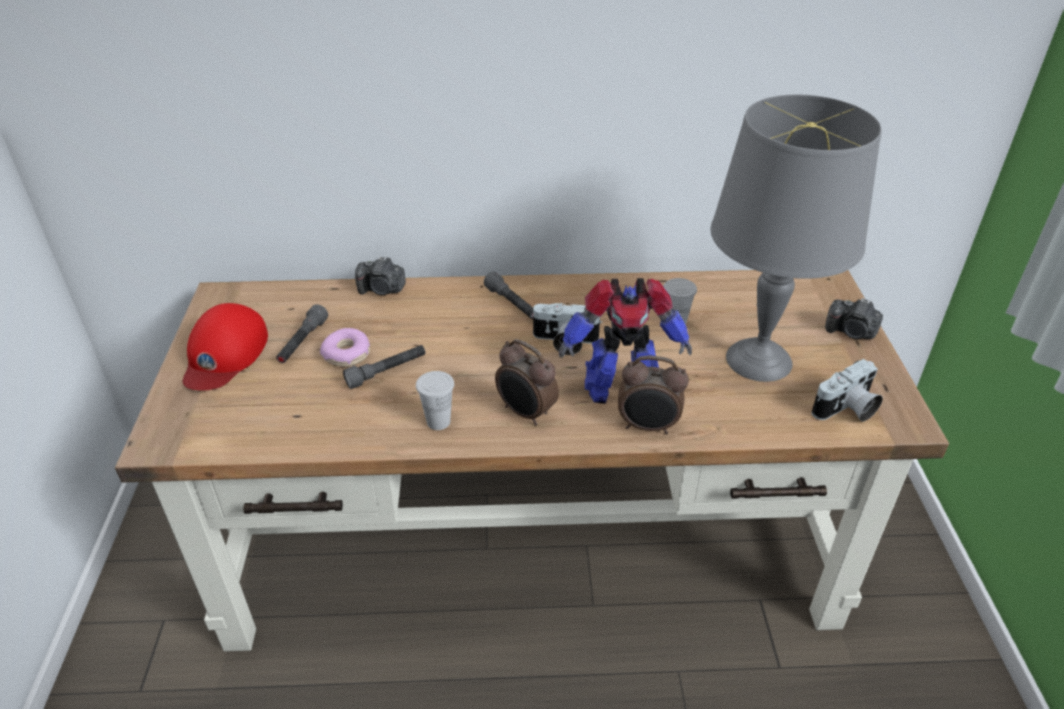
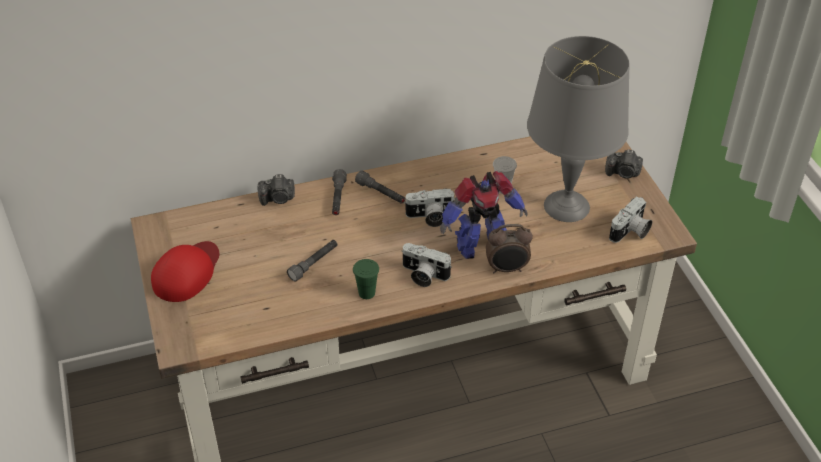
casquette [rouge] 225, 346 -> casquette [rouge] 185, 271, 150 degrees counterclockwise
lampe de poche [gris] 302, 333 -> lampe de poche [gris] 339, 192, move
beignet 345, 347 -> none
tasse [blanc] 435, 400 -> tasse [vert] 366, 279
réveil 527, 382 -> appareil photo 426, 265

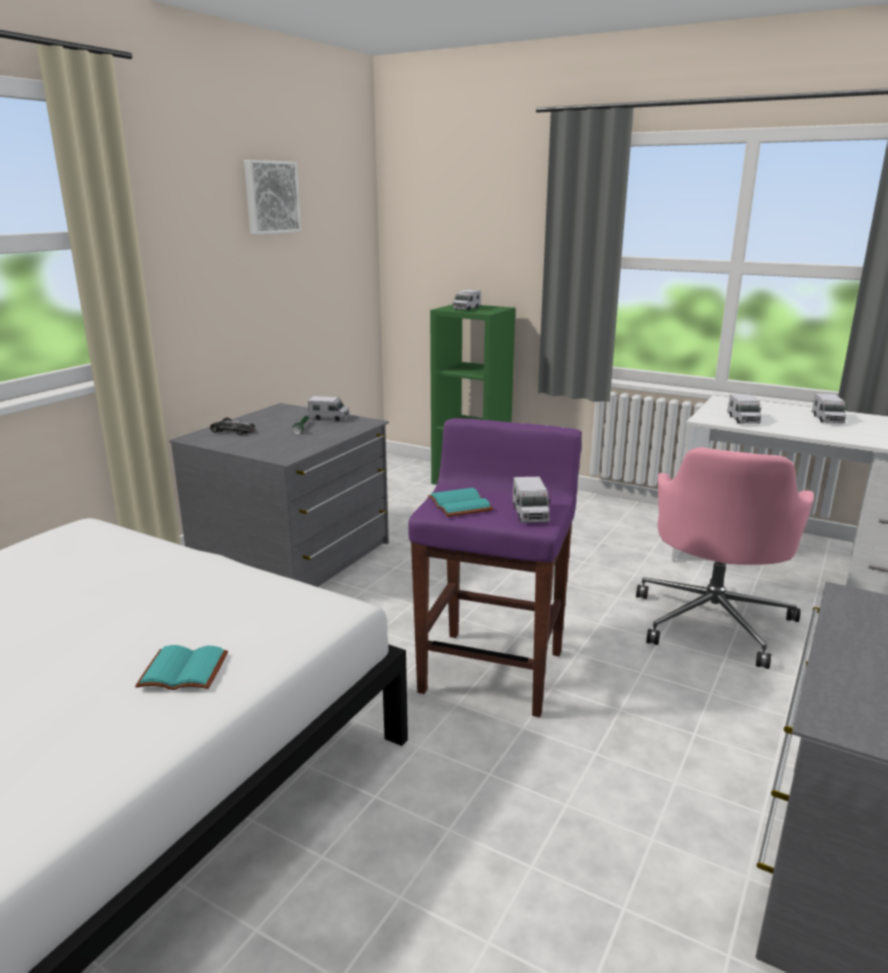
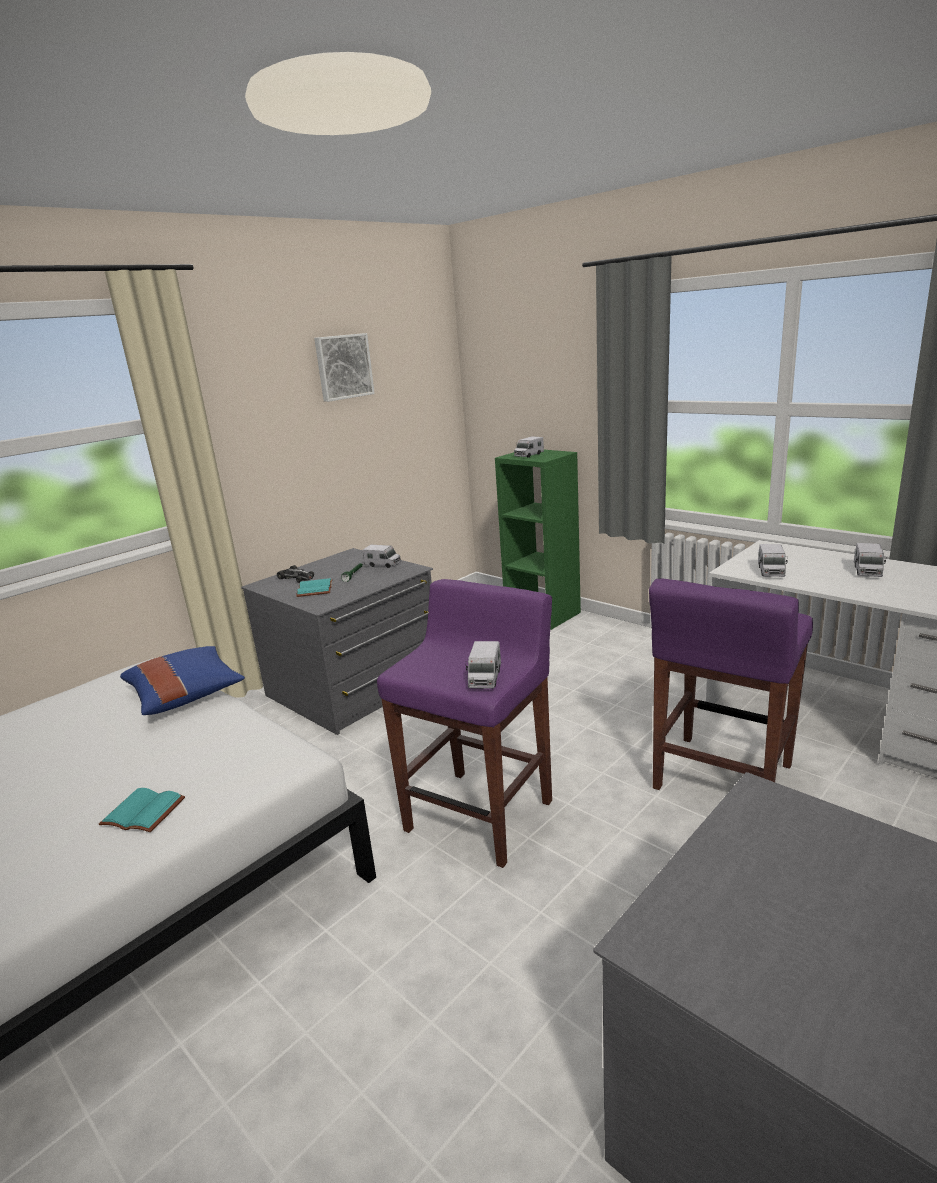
livre [turquoise] 460, 502 -> livre [turquoise] 314, 587, move
chaise de bureau [rose] 725, 558 -> tabouret [violet] 731, 684
none -> coussin [bleu] 182, 680

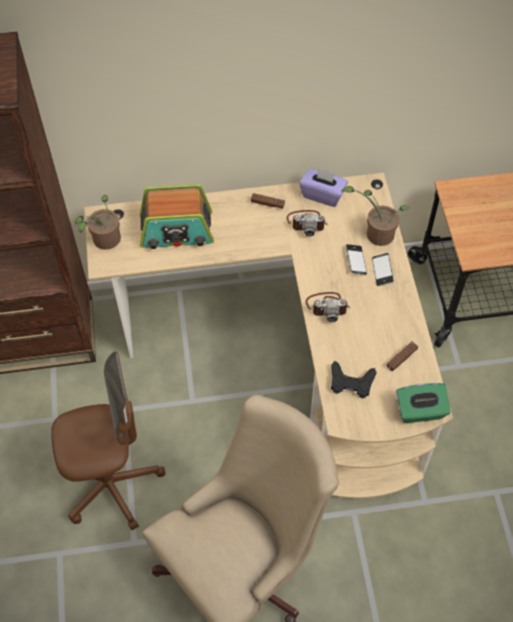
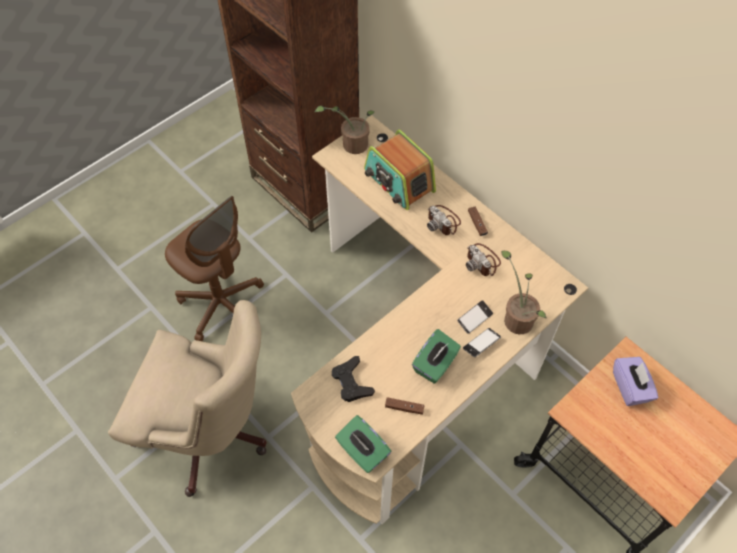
boîte à mouchoirs [violet] 324, 187 -> boîte à mouchoirs [violet] 635, 381, move
appareil photo 328, 307 -> appareil photo 444, 220, move
none -> boîte à mouchoirs [vert] 436, 356

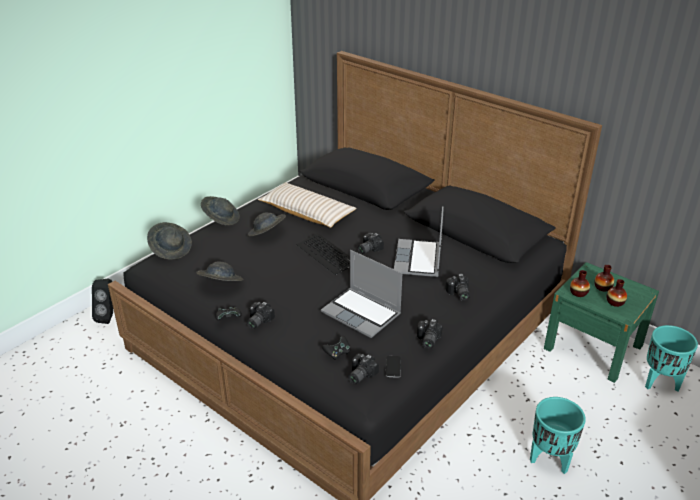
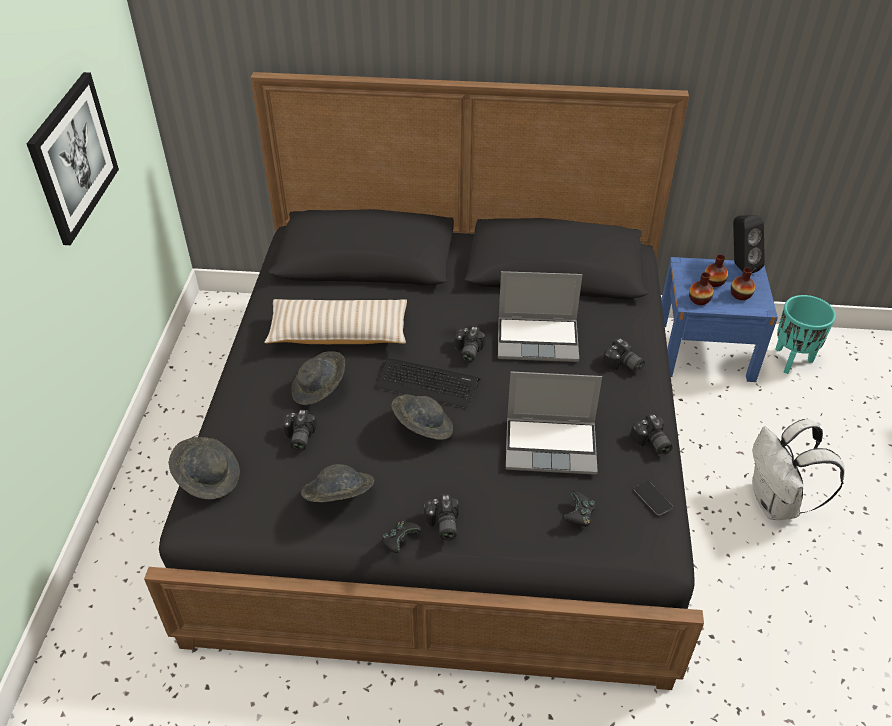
enceinte [noir] 102, 301 -> enceinte [noir] 749, 244, move
chapeau [gris] 220, 210 -> chapeau [gris] 422, 417, move
appareil photo 363, 369 -> appareil photo 299, 430, move
ordinateur portable 419, 241 -> ordinateur portable 540, 316, 60 degrees counterclockwise
cache-pot [turquoise] 558, 435 -> sac à dos [blanc] 798, 469
table de chevet [vert] 601, 322 -> table de chevet [bleu] 719, 319
none -> tableau 73, 158

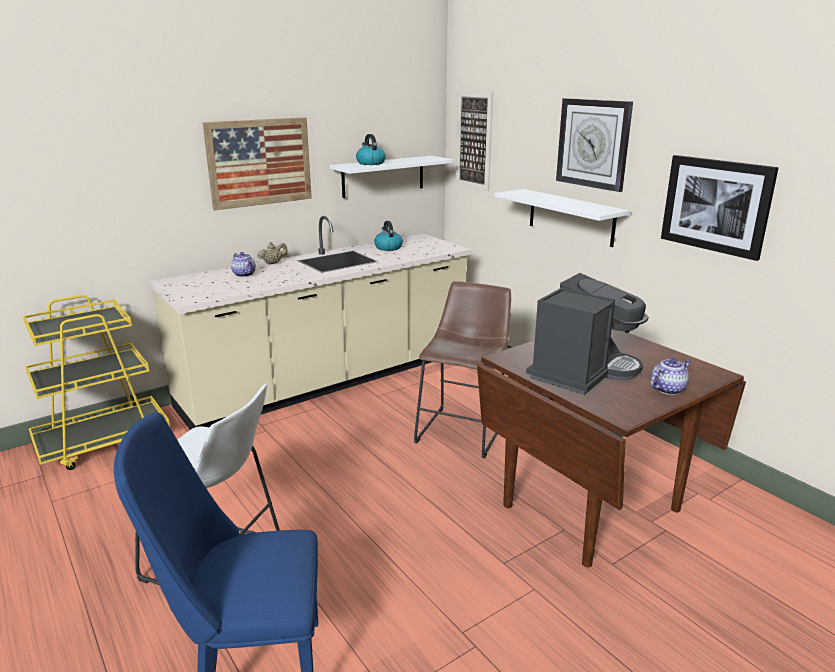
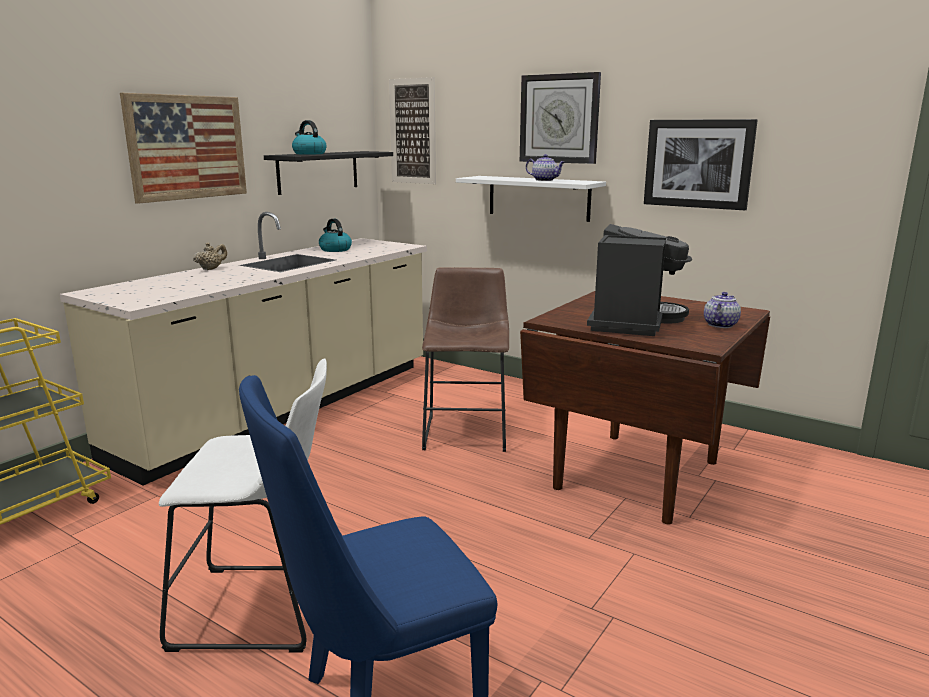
théière 243, 264 -> théière 545, 167, move
étagère [blanc] 391, 177 -> étagère [noir] 328, 173

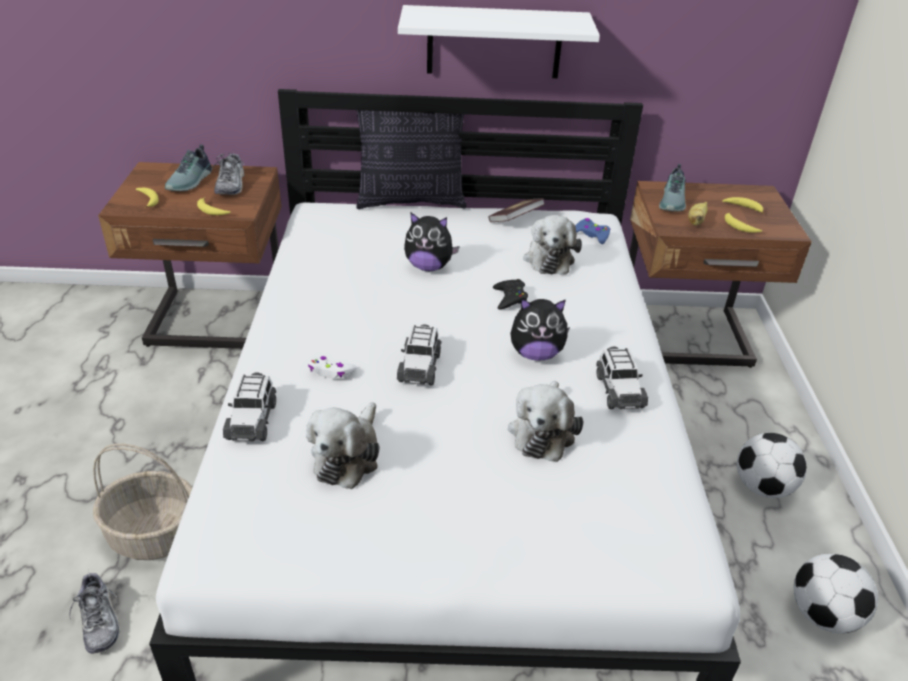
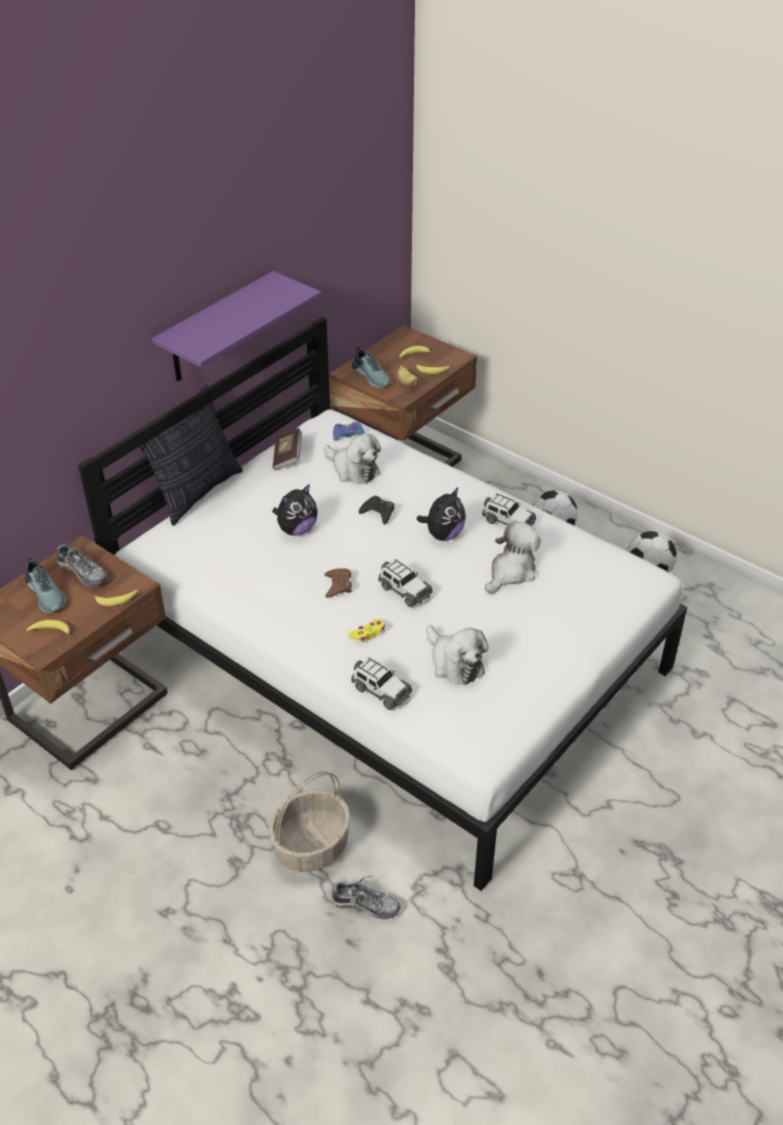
manette [blanc] 332, 367 -> manette [jaune] 366, 630
étagère [blanc] 499, 41 -> étagère [violet] 236, 326
peluche 546, 421 -> peluche 513, 557, 105 degrees counterclockwise
none -> manette [marron] 338, 583

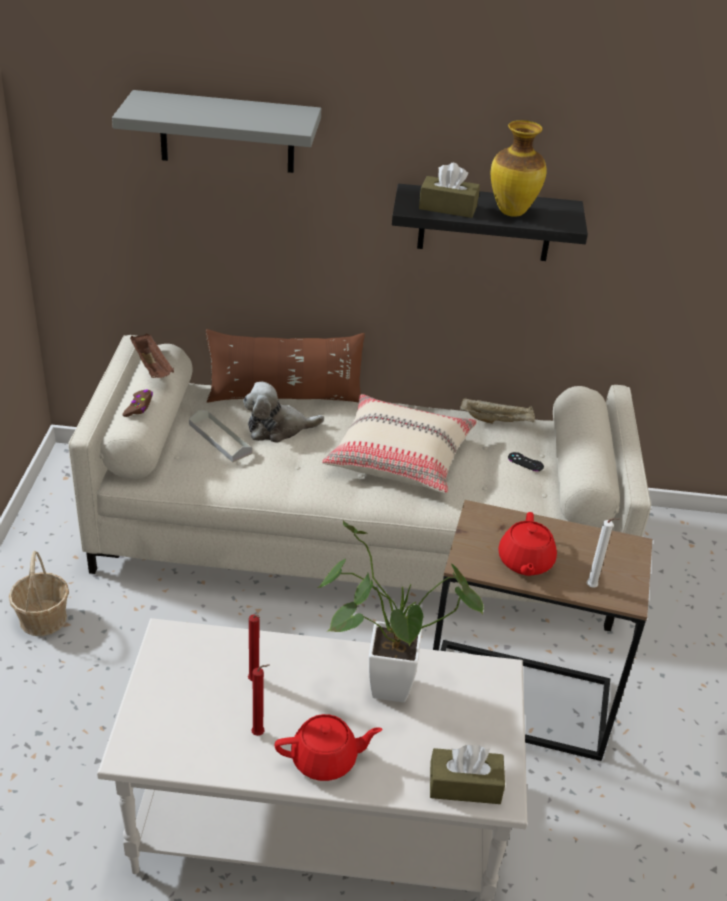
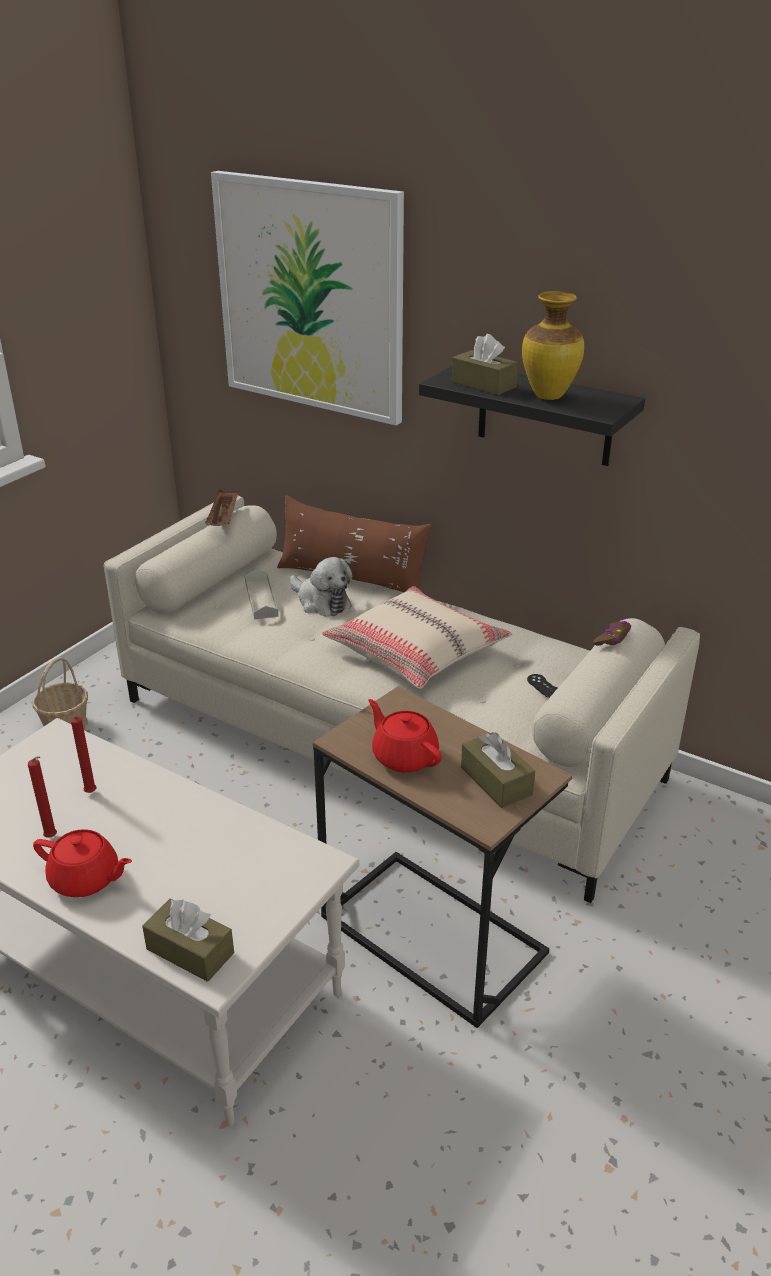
étagère [gris] 216, 131 -> tableau 307, 298
manette [marron] 138, 403 -> manette [marron] 612, 633, move
peluche 283, 412 -> peluche 321, 587, 150 degrees counterclockwise
plante en pot 401, 611 -> none
plateau [beige] 497, 411 -> none
théière [rouge] 527, 544 -> théière [rouge] 405, 736, 105 degrees clockwise
bougie [blanc] 603, 553 -> none
none -> boîte à mouchoirs [marron] 498, 770

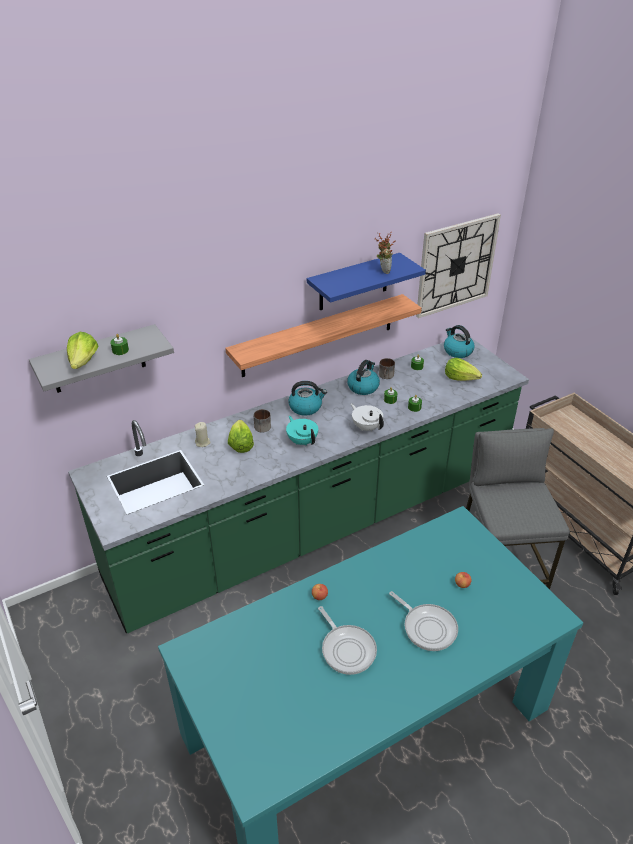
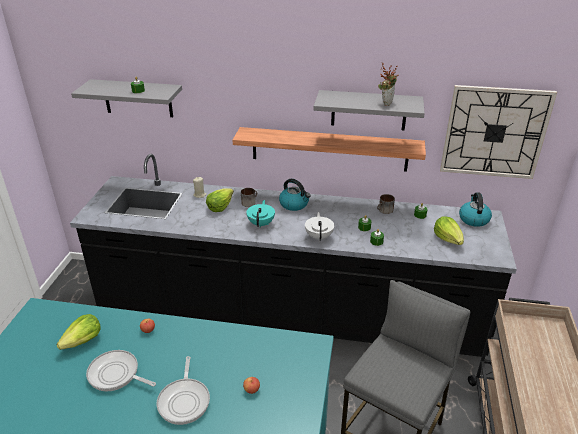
laitue 83, 350 -> laitue 78, 332, move
comptoir de cuisine [vert] 298, 485 -> comptoir de cuisine [noir] 293, 255
étagère [bleu] 366, 281 -> étagère [gris] 369, 110
poêle 347, 640 -> poêle 121, 370, 105 degrees clockwise
bouilloire 363, 377 -> none

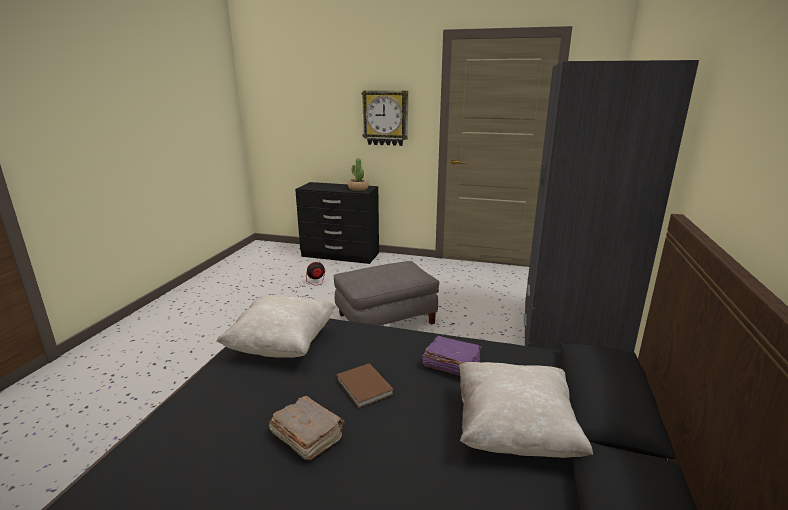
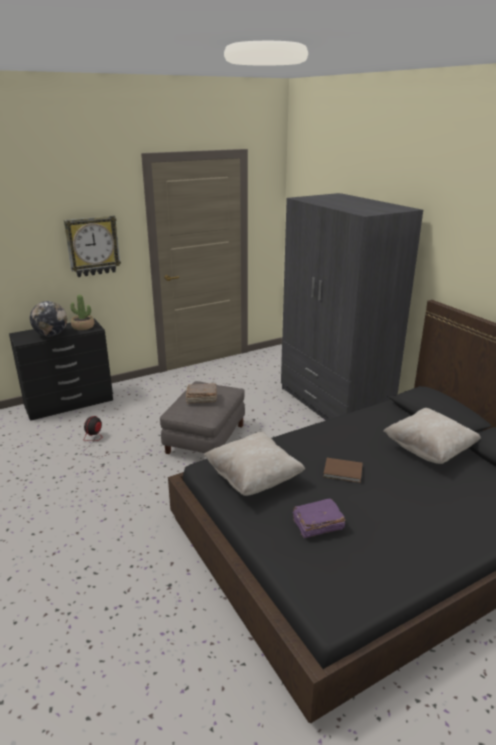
livre [marron] 307, 428 -> livre [marron] 201, 393, move
livre [violet] 452, 356 -> livre [violet] 319, 518, move
none -> globe 48, 318

